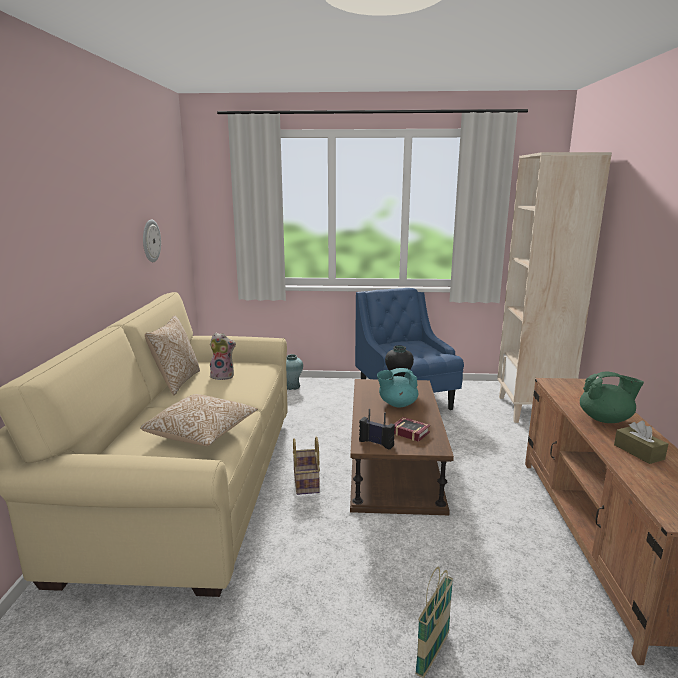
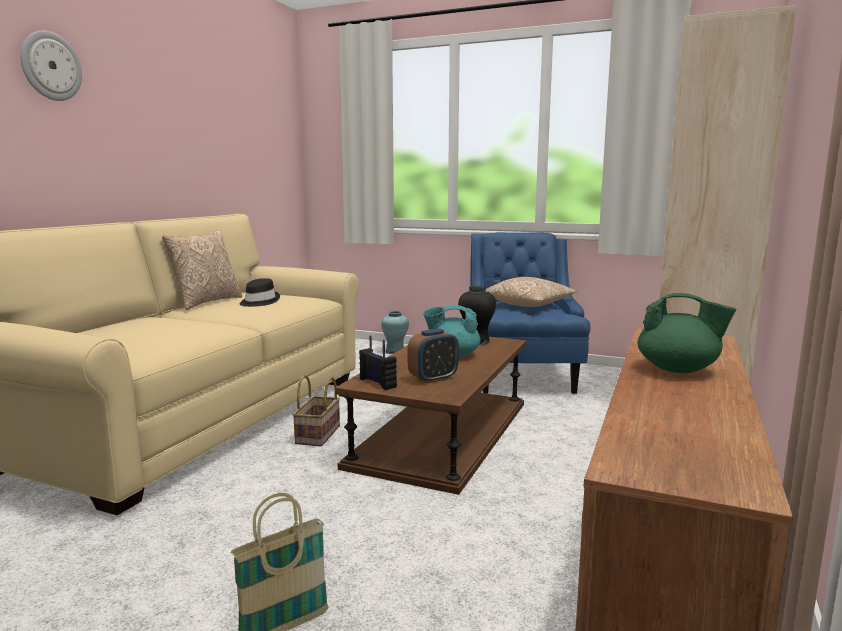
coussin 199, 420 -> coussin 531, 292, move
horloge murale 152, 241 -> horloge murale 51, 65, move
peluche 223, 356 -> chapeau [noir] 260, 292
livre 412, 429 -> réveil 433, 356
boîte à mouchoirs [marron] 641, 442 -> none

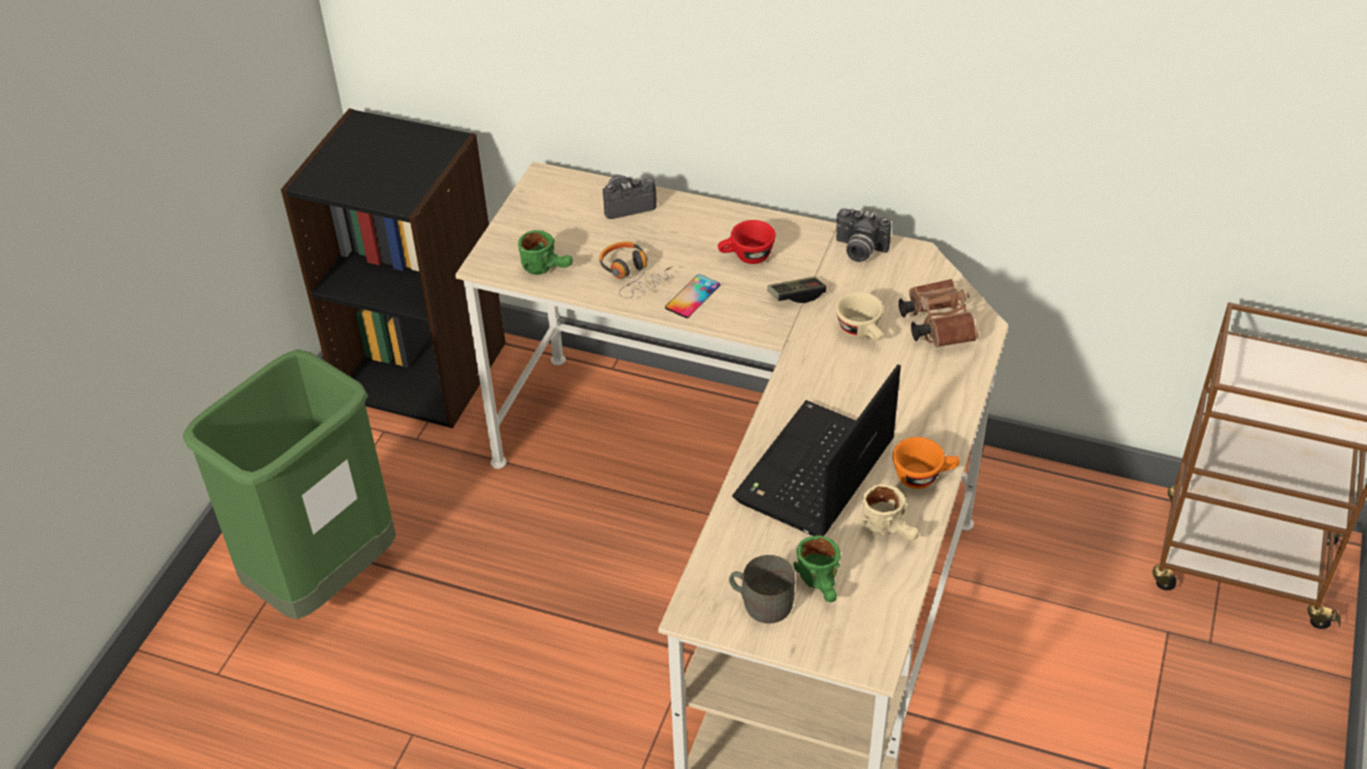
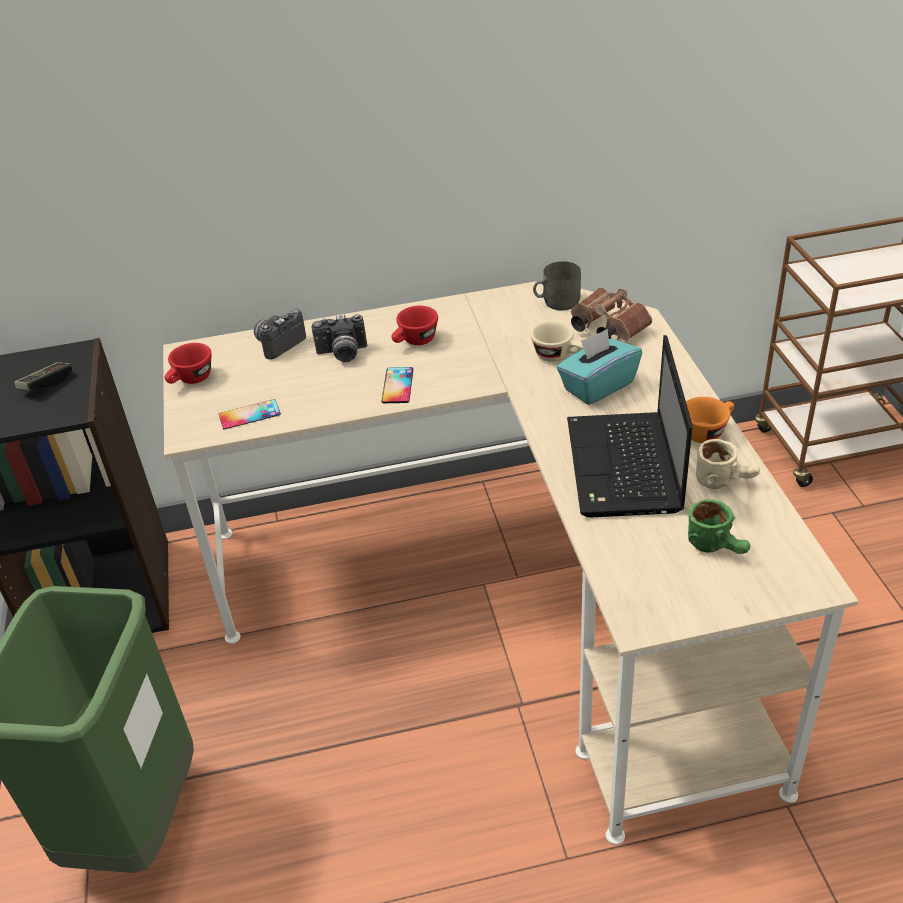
mug [vert] 545, 252 -> téléphone 250, 414
casque audio 636, 270 -> none
mug [gris] 762, 589 -> mug [gris] 557, 285, move
manette 796, 290 -> manette 43, 376, move
appareil photo 863, 235 -> appareil photo 339, 338, move
none -> tasse [rouge] 188, 363
none -> boîte à mouchoirs [turquoise] 599, 367

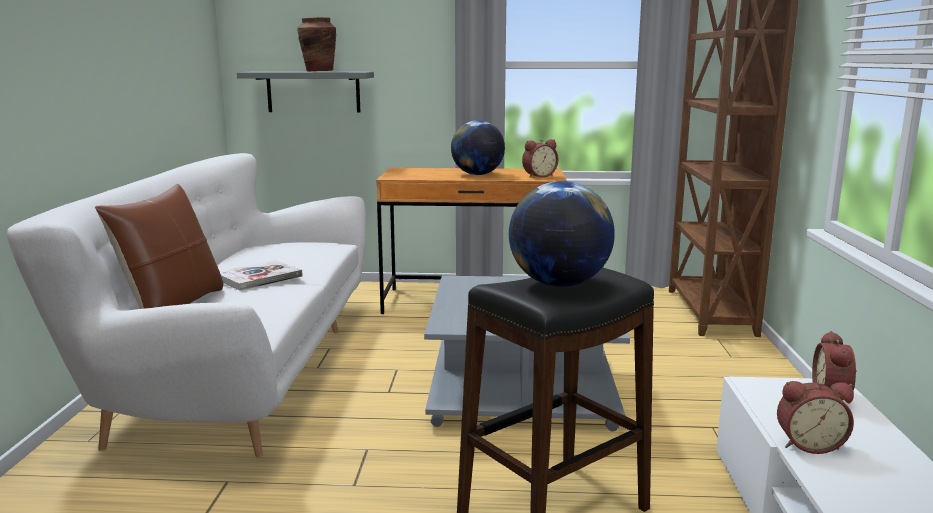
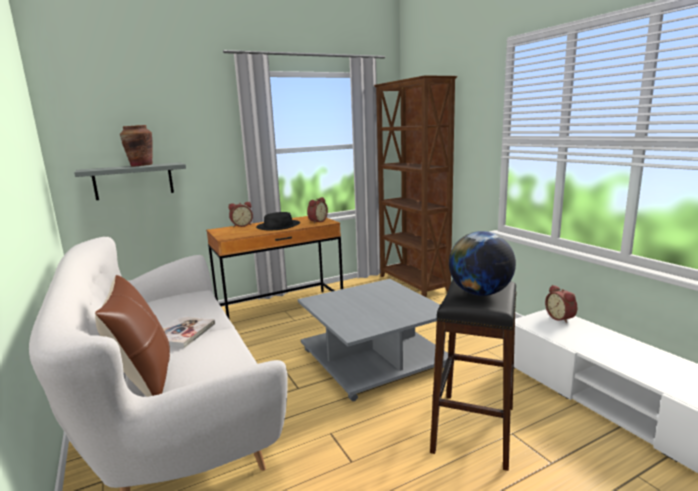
globe 478, 147 -> chapeau [noir] 278, 221
réveil 815, 417 -> réveil 240, 214, move

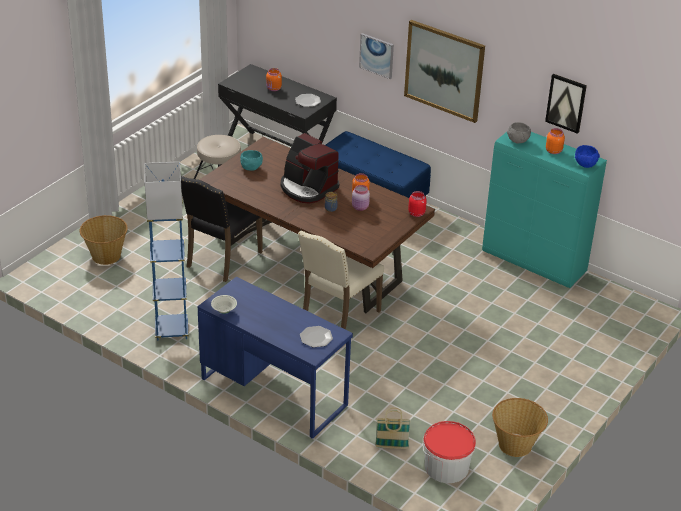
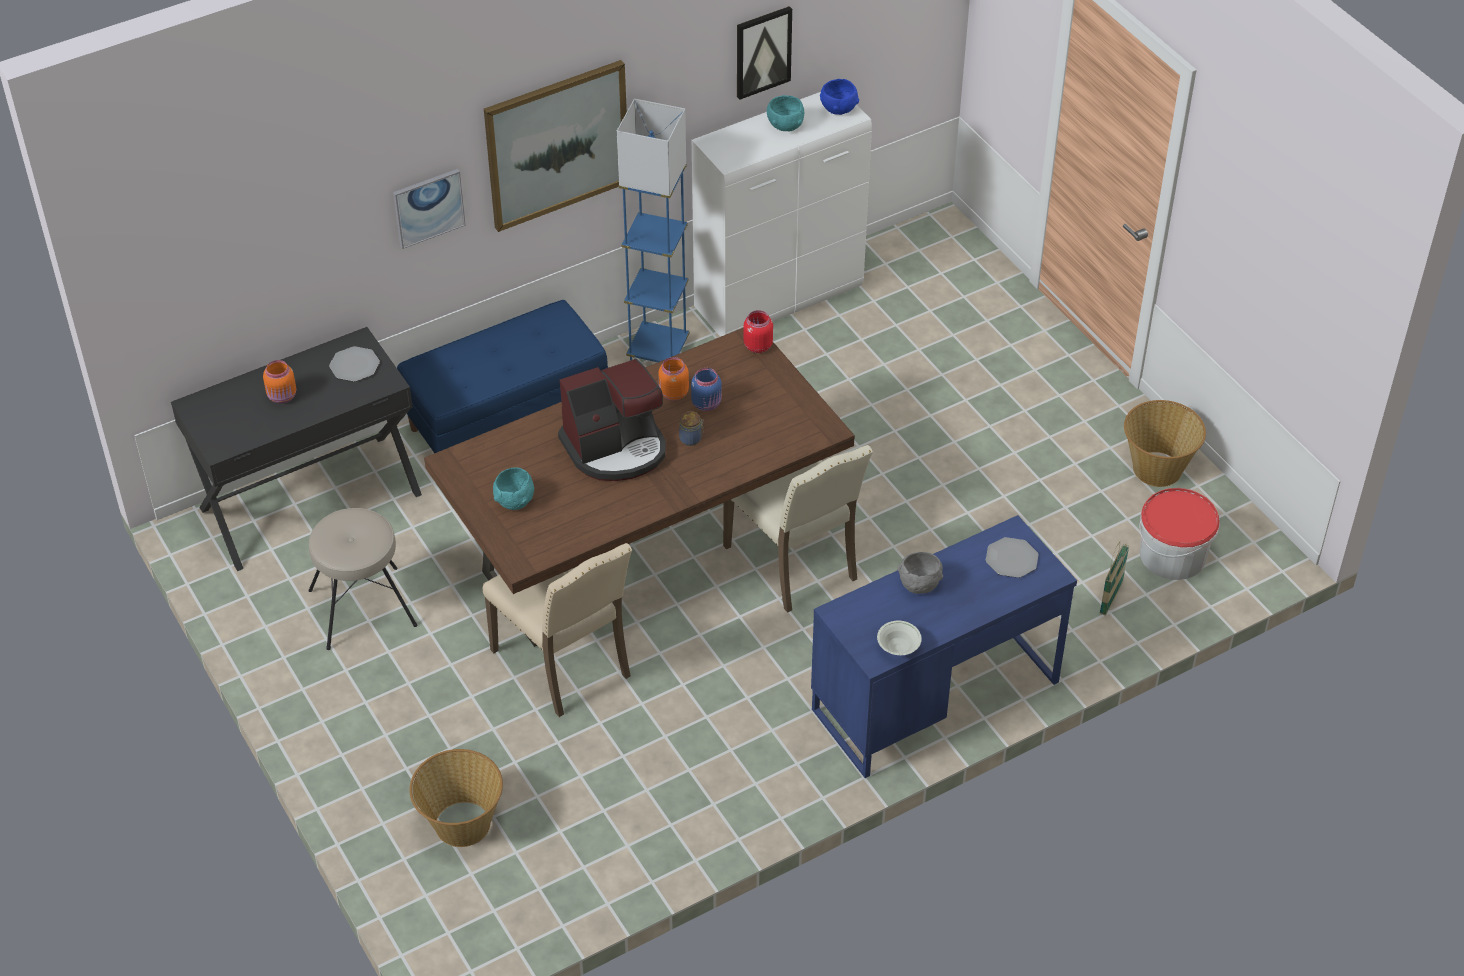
lampadaire [bleu] 167, 251 -> lampadaire [bleu] 653, 230, move
chaise [noir] 222, 229 -> chaise [beige] 557, 630
bocal [rose] 361, 198 -> bocal [bleu] 706, 389
meuble de rangement [turquoise] 544, 210 -> meuble de rangement [blanc] 782, 214
bol [gris] 519, 132 -> bol [gris] 920, 573, move
bocal [orange] 555, 141 -> bol [turquoise] 785, 113

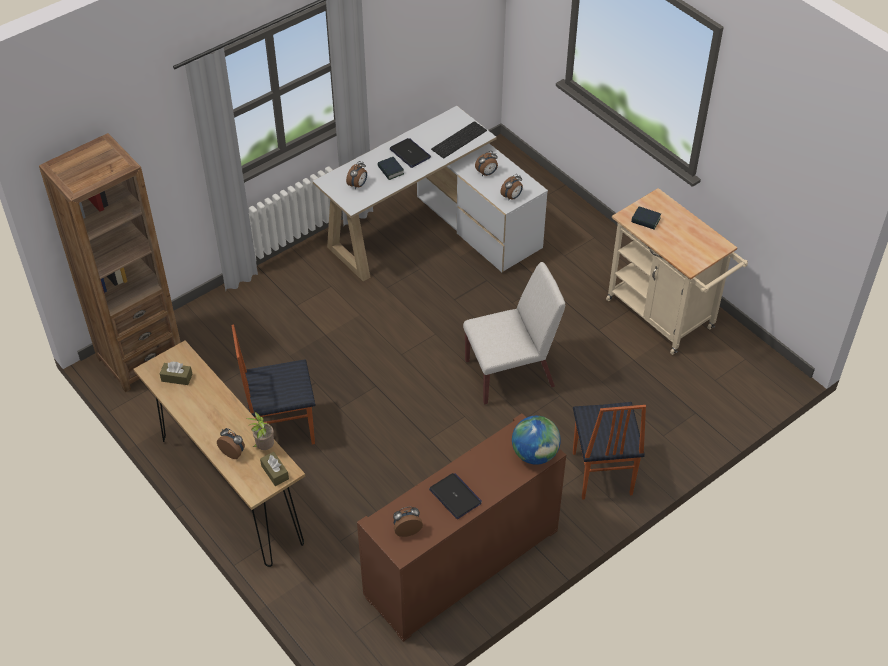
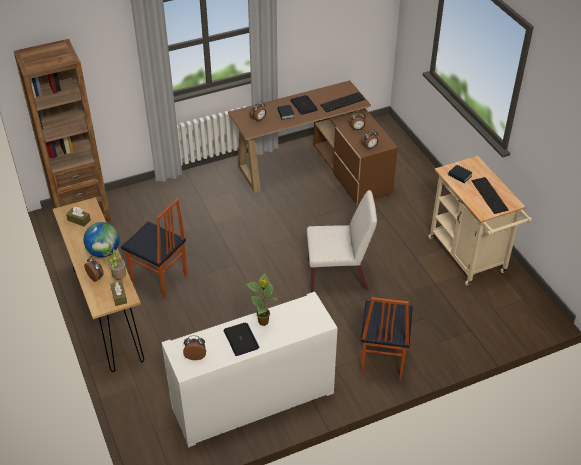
chaise 273, 384 -> chaise 154, 249, 150 degrees counterclockwise
bureau [blanc] 430, 193 -> bureau [marron] 313, 142
meuble de rangement [marron] 461, 527 -> meuble de rangement [blanc] 249, 370
globe 536, 440 -> globe 102, 239, move
none -> plante en pot 262, 299
none -> clavier 490, 195

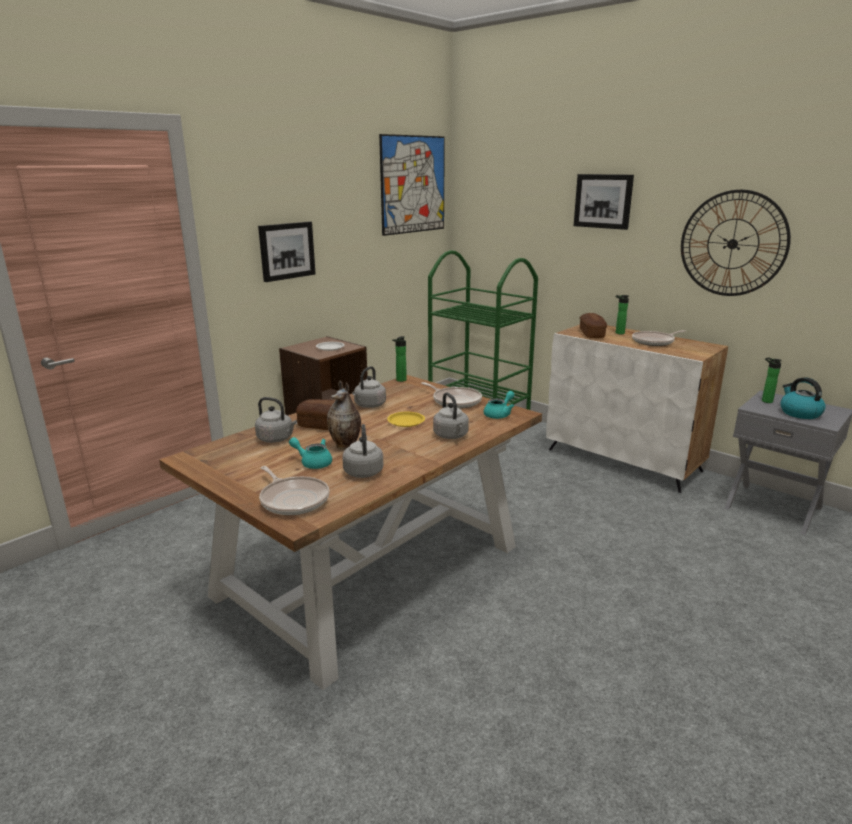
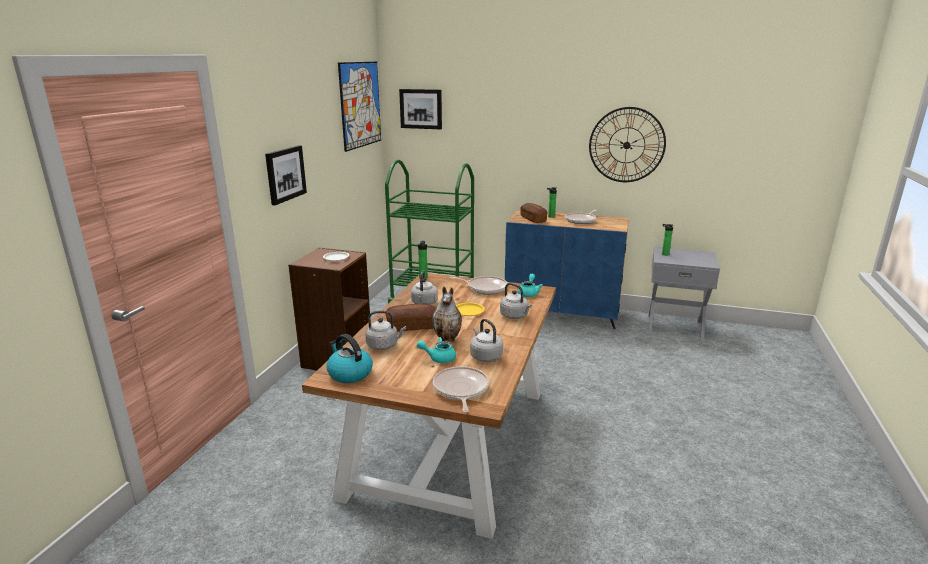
poêle 294, 490 -> poêle 461, 389, 120 degrees counterclockwise
meuble de rangement [blanc] 637, 408 -> meuble de rangement [bleu] 567, 269
tableau 604, 202 -> tableau 420, 109, move
bouilloire 803, 398 -> bouilloire 349, 358, move

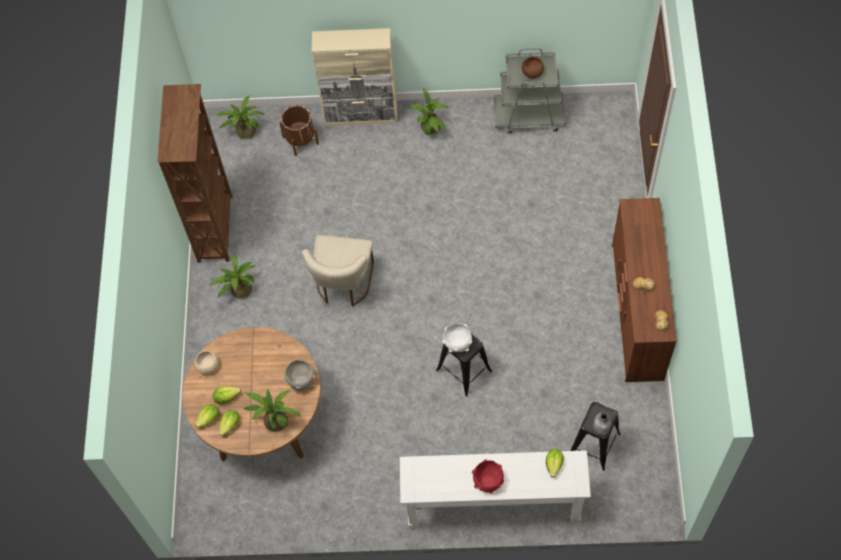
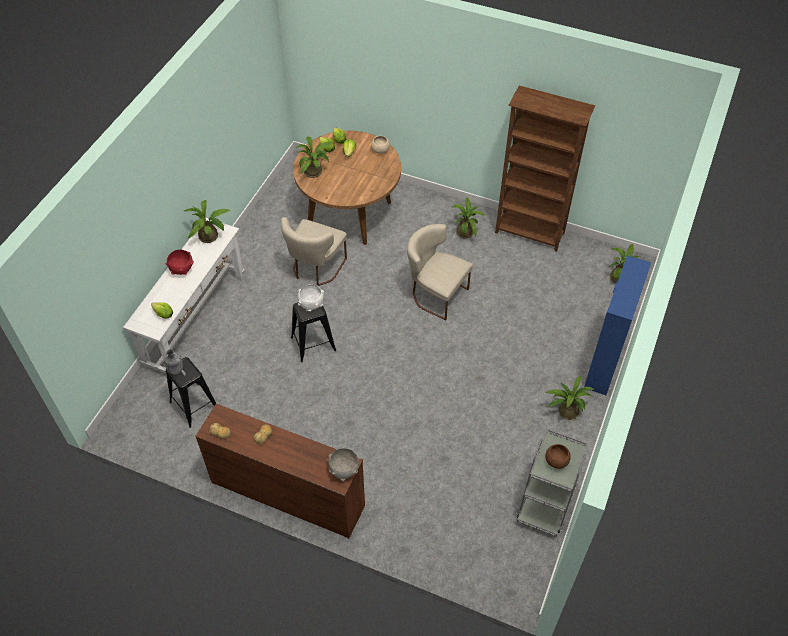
cache-pot [marron] 299, 130 -> none
bol [gris] 300, 376 -> bol [gris] 344, 464, move
meuble de rangement [beige] 355, 77 -> meuble de rangement [bleu] 617, 325
none -> plante en pot 207, 221
none -> chaise [beige] 314, 251

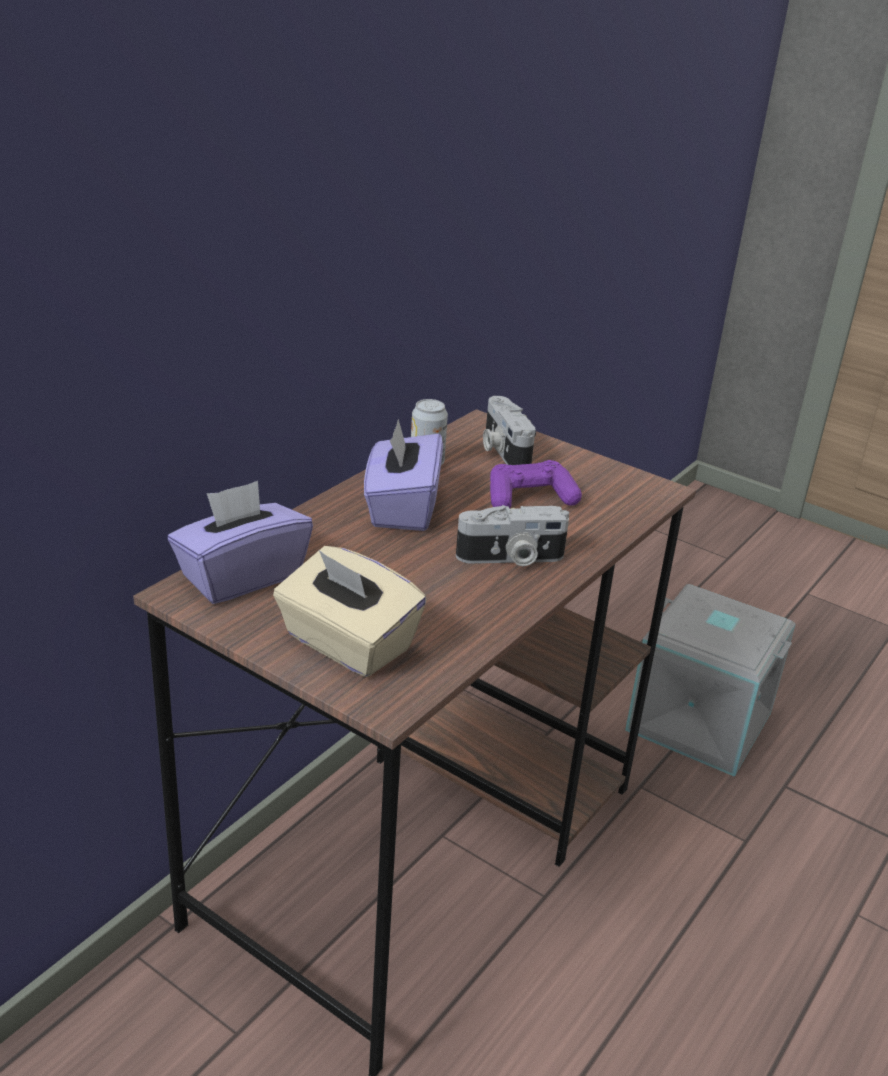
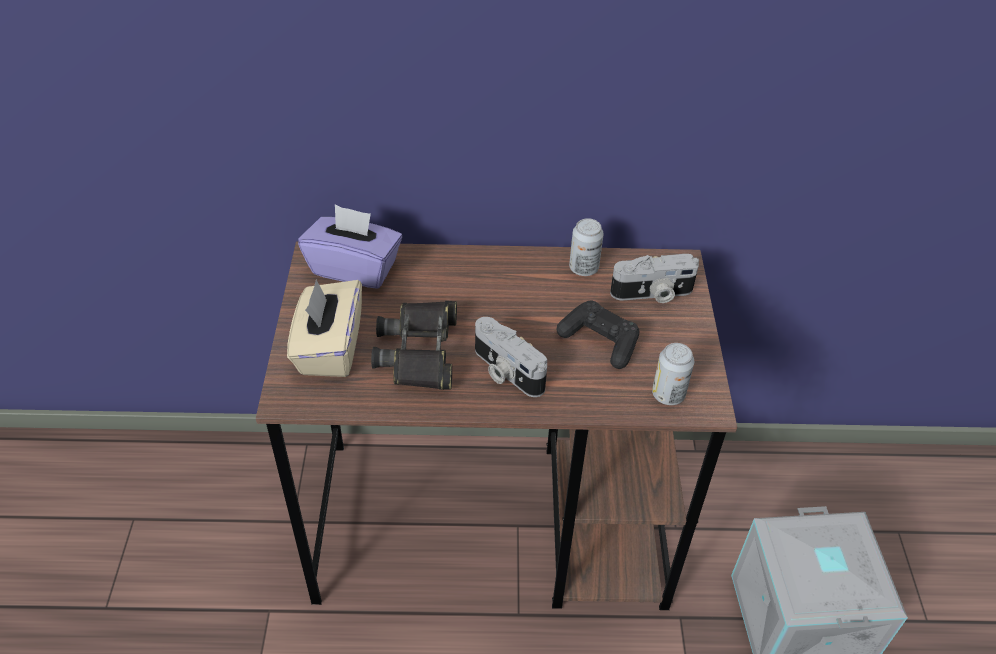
boîte à mouchoirs [violet] 403, 475 -> none
appareil photo 509, 430 -> appareil photo 654, 278, 135 degrees counterclockwise
manette [violet] 536, 485 -> manette [noir] 597, 335
none -> jumelles [noir] 414, 345
none -> boîte métallique 673, 374

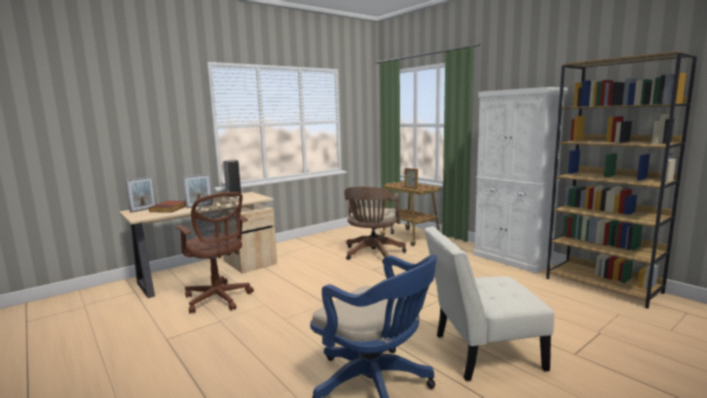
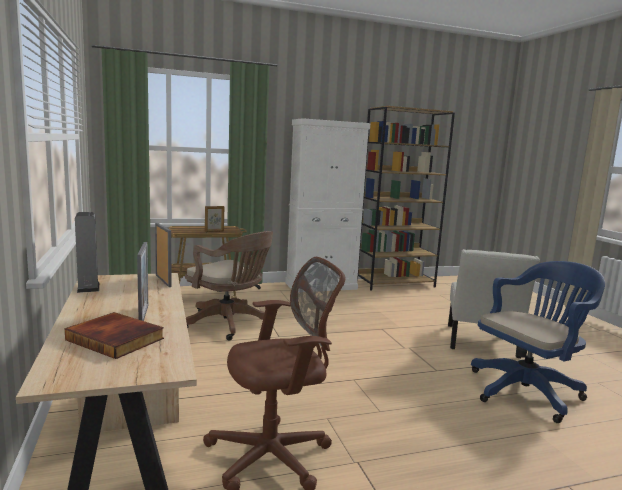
cadre photo 141, 194 -> cadre photo 163, 255, move

